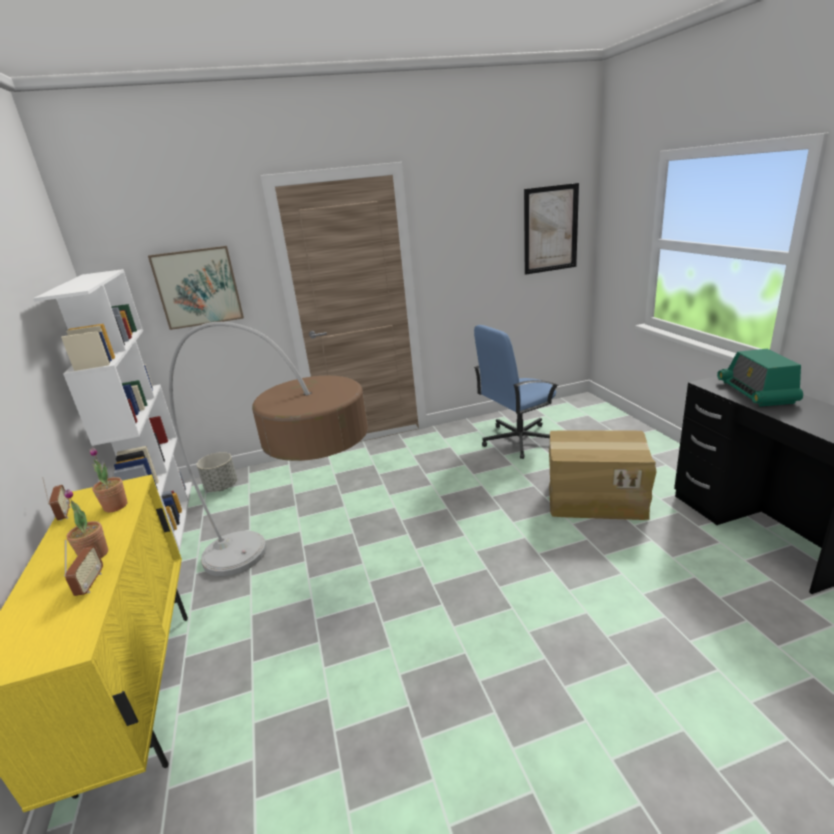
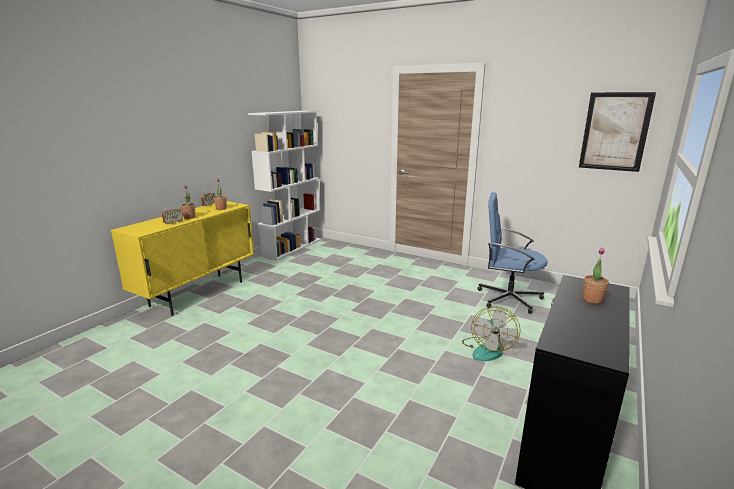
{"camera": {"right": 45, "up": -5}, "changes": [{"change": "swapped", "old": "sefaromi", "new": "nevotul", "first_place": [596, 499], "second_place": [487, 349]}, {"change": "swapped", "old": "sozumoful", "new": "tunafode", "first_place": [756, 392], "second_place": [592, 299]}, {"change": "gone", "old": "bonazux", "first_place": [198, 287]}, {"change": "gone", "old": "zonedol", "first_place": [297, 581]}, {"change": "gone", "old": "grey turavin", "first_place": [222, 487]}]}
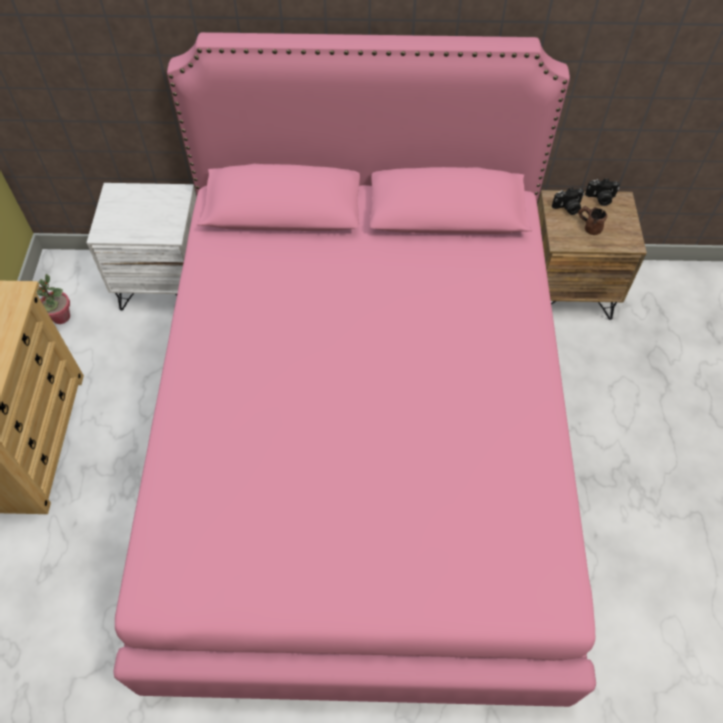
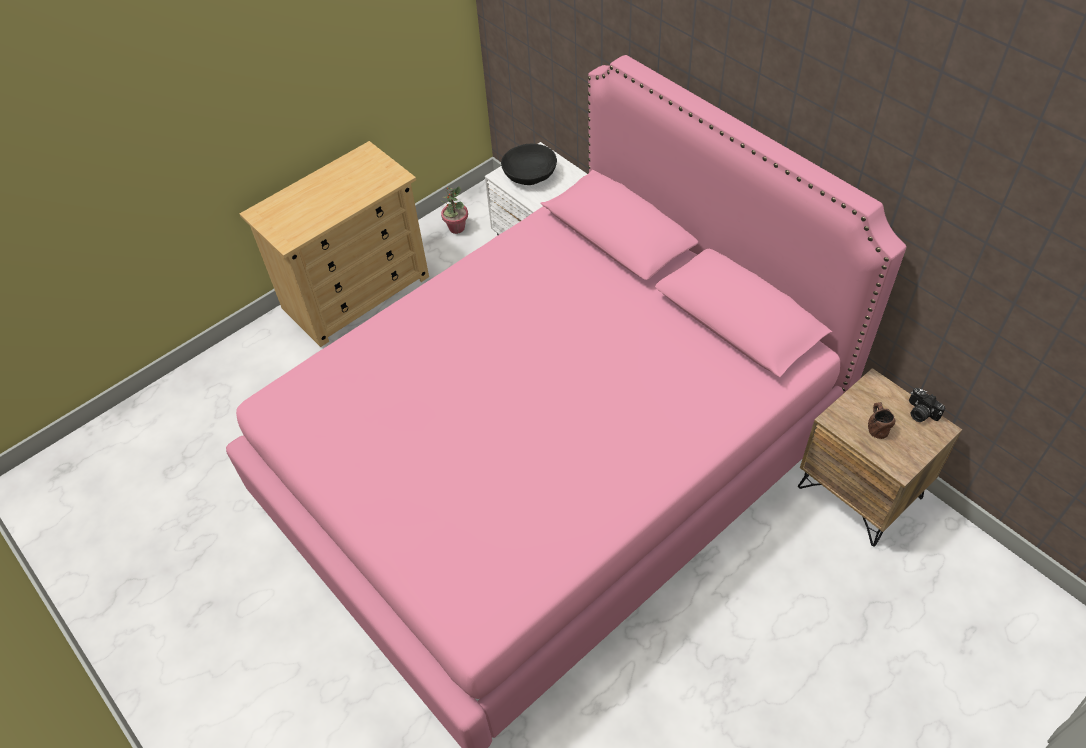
{"camera": {"right": 50, "up": -5}, "changes": [{"change": "new", "new": "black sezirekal", "second_place": [530, 174]}, {"change": "gone", "old": "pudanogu", "first_place": [568, 208]}]}
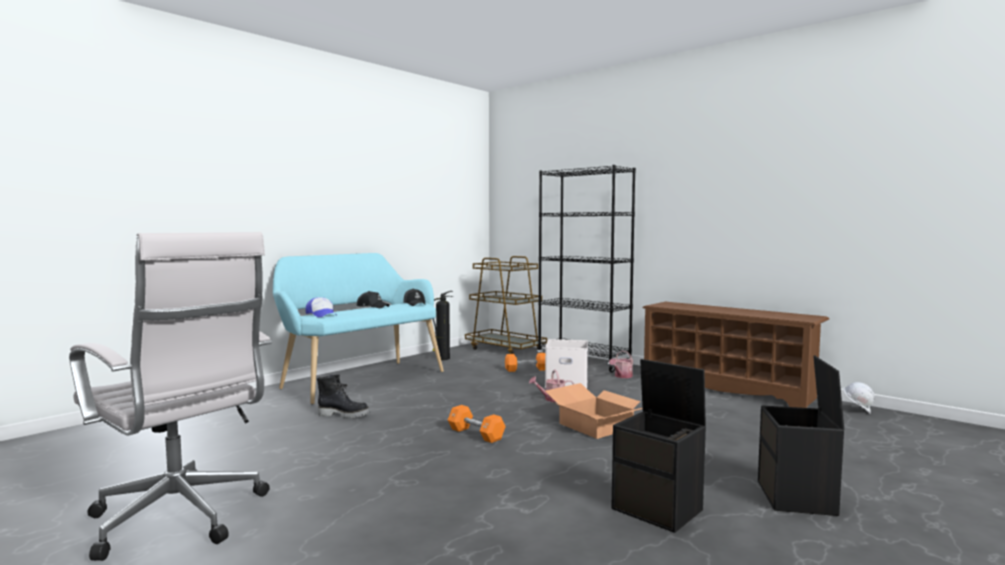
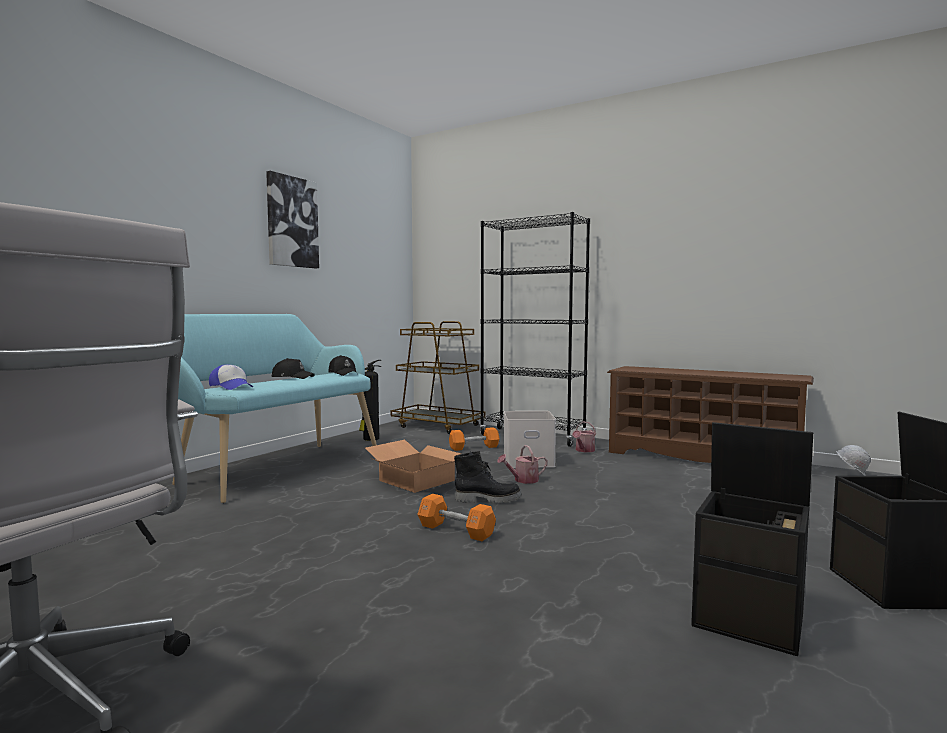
{"camera": {"right": -10, "up": 0}, "changes": [{"change": "new", "new": "bonazux", "second_place": [292, 222]}, {"change": "shifted", "old": "sefaromi", "first_place": [594, 425], "second_place": [415, 480]}, {"change": "shifted", "old": "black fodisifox", "first_place": [344, 415], "second_place": [488, 499]}]}
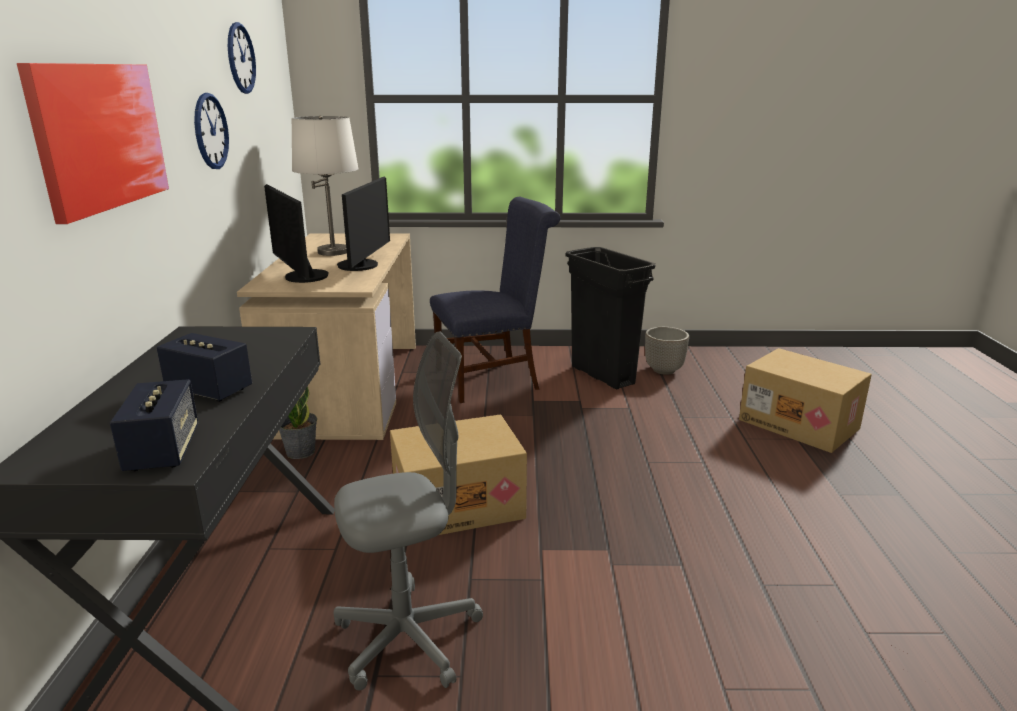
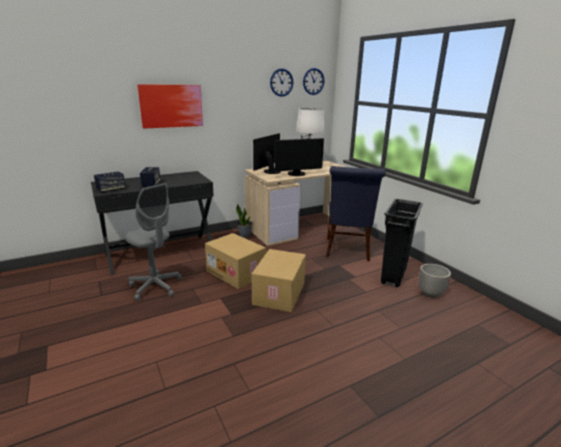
{"camera": {"right": 60, "up": 0}, "changes": [{"change": "shifted", "old": "sefaromi", "first_place": [800, 424], "second_place": [280, 293]}, {"change": "shifted", "old": "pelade", "first_place": [210, 131], "second_place": [313, 81]}, {"change": "rotated", "old": "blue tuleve", "first_place": [493, 378], "second_place": [347, 251], "degrees": 60}]}
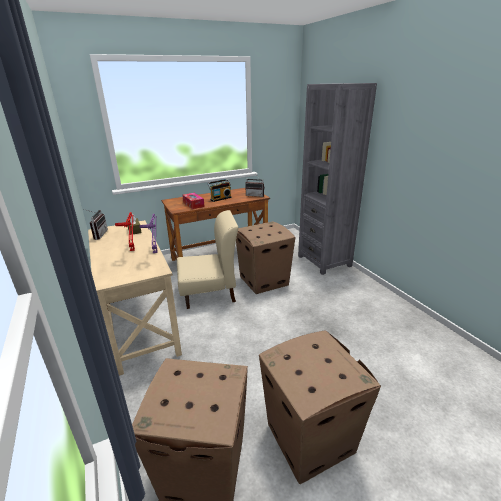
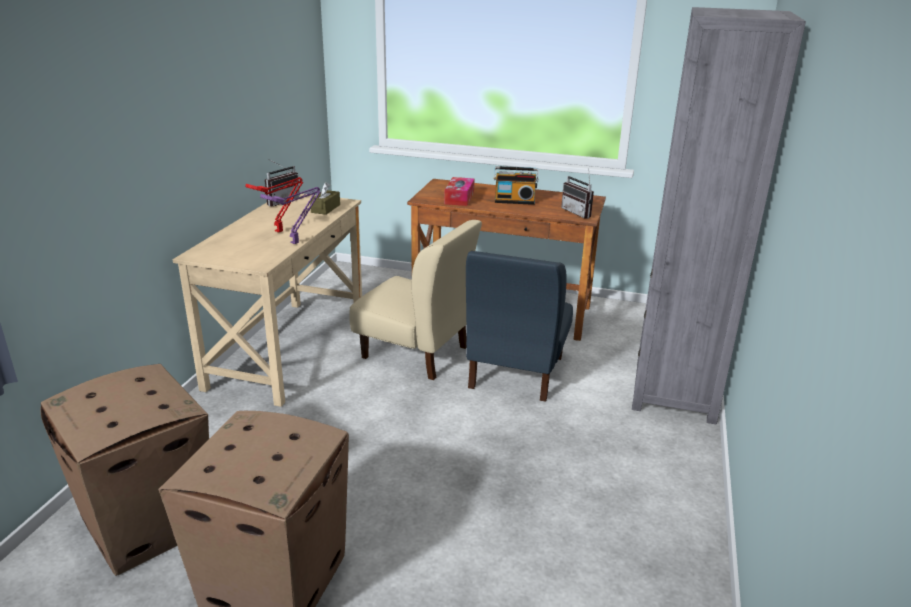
{"camera": {"right": 40, "up": 0}, "changes": [{"change": "swapped", "old": "sefaromi", "new": "blue tuleve", "first_place": [263, 281], "second_place": [515, 372]}]}
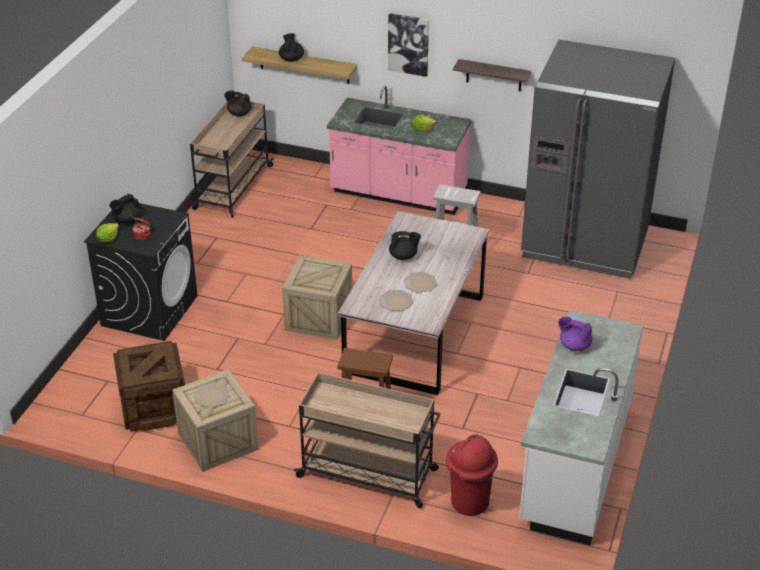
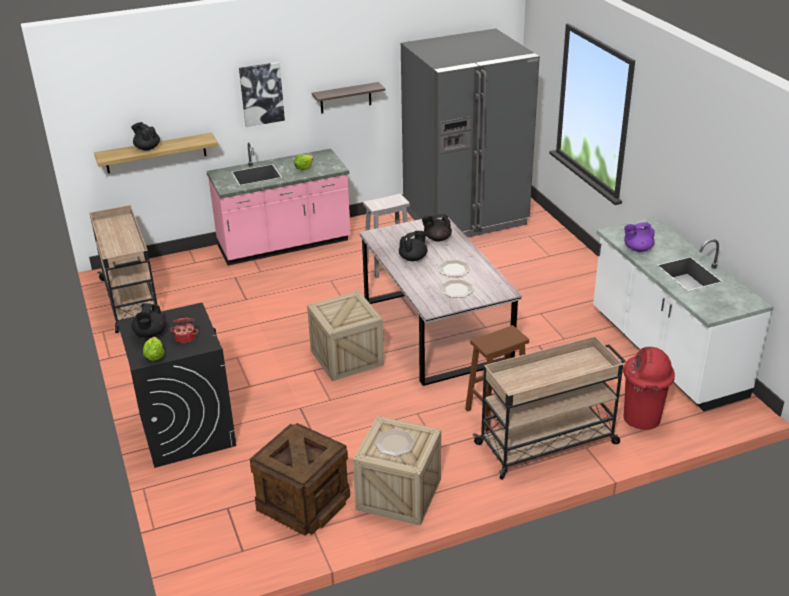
{"camera": {"right": -40, "up": -5}, "changes": [{"change": "shifted", "old": "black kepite", "first_place": [239, 113], "second_place": [437, 238]}]}
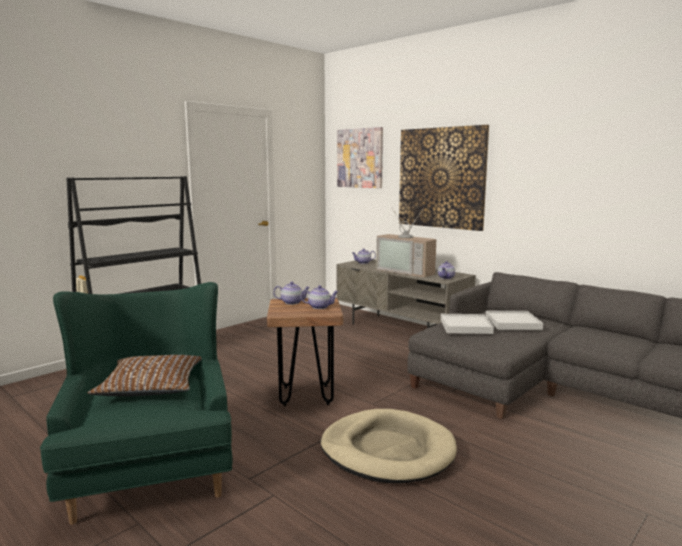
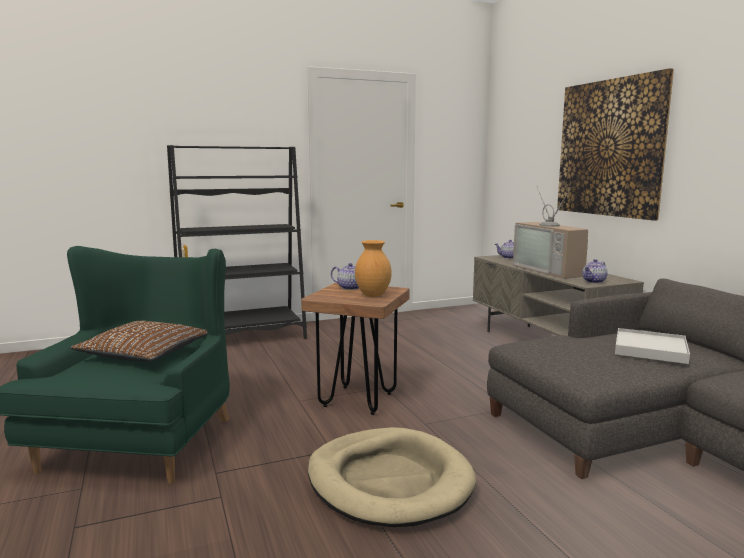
{"camera": {"right": 25, "up": 0}, "changes": [{"change": "swapped", "old": "kepite", "new": "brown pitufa", "first_place": [320, 307], "second_place": [372, 295]}, {"change": "gone", "old": "bonazux", "first_place": [360, 158]}, {"change": "gone", "old": "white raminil", "first_place": [465, 326]}]}
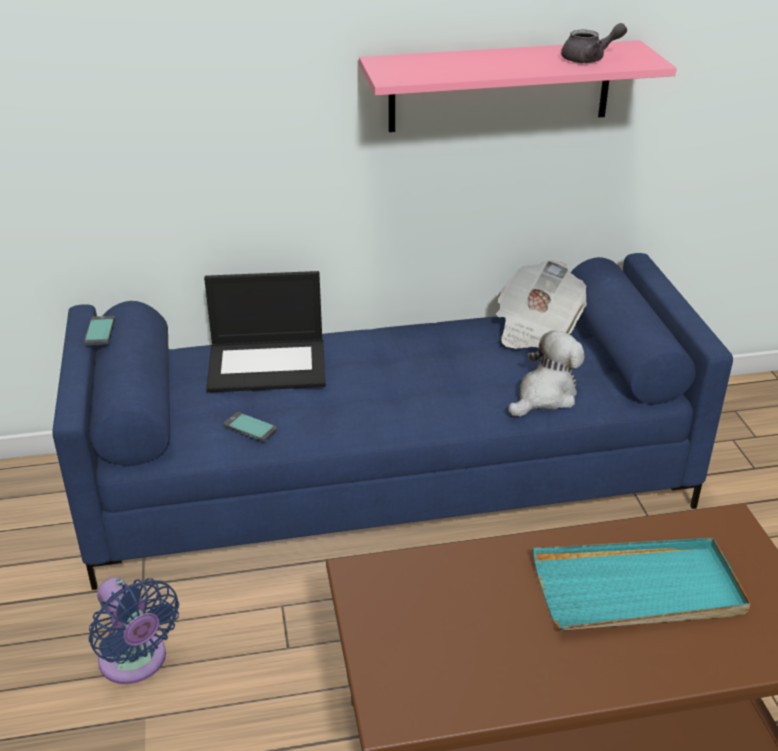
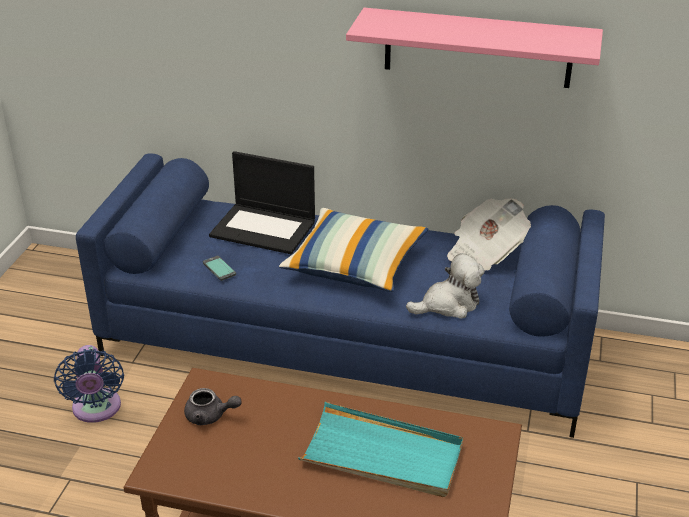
{"camera": {"right": 25, "up": 0}, "changes": [{"change": "shifted", "old": "grey kepite", "first_place": [589, 59], "second_place": [210, 416]}, {"change": "new", "new": "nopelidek", "second_place": [355, 265]}, {"change": "gone", "old": "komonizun", "first_place": [99, 331]}]}
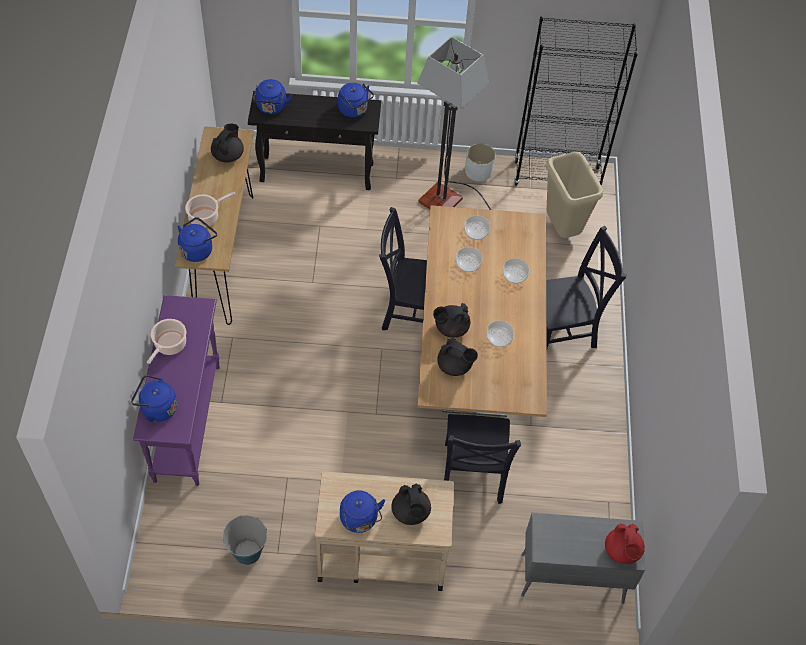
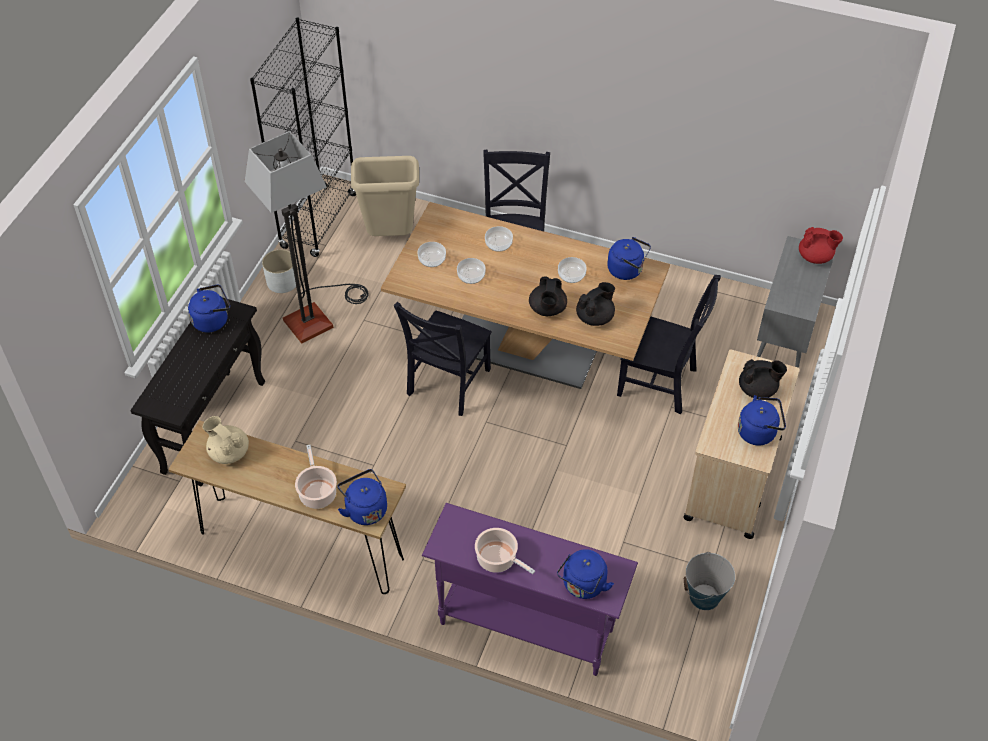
{"camera": {"right": -70, "up": -5}, "changes": [{"change": "repainted", "old": "black kepite", "new": "beige kepite", "first_place": [228, 155], "second_place": [228, 452]}, {"change": "shifted", "old": "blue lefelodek", "first_place": [271, 107], "second_place": [627, 270]}]}
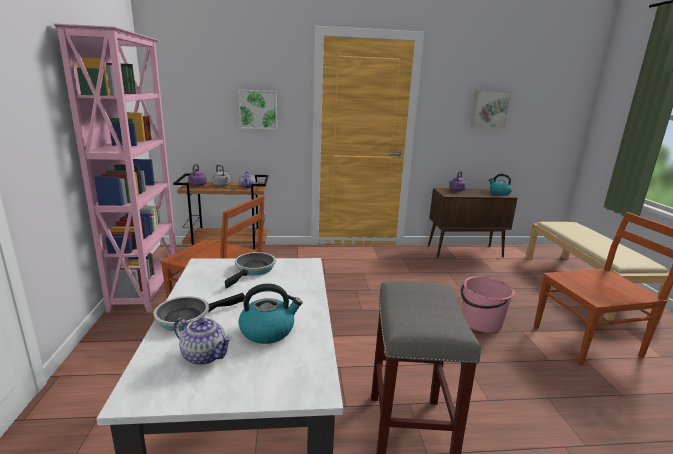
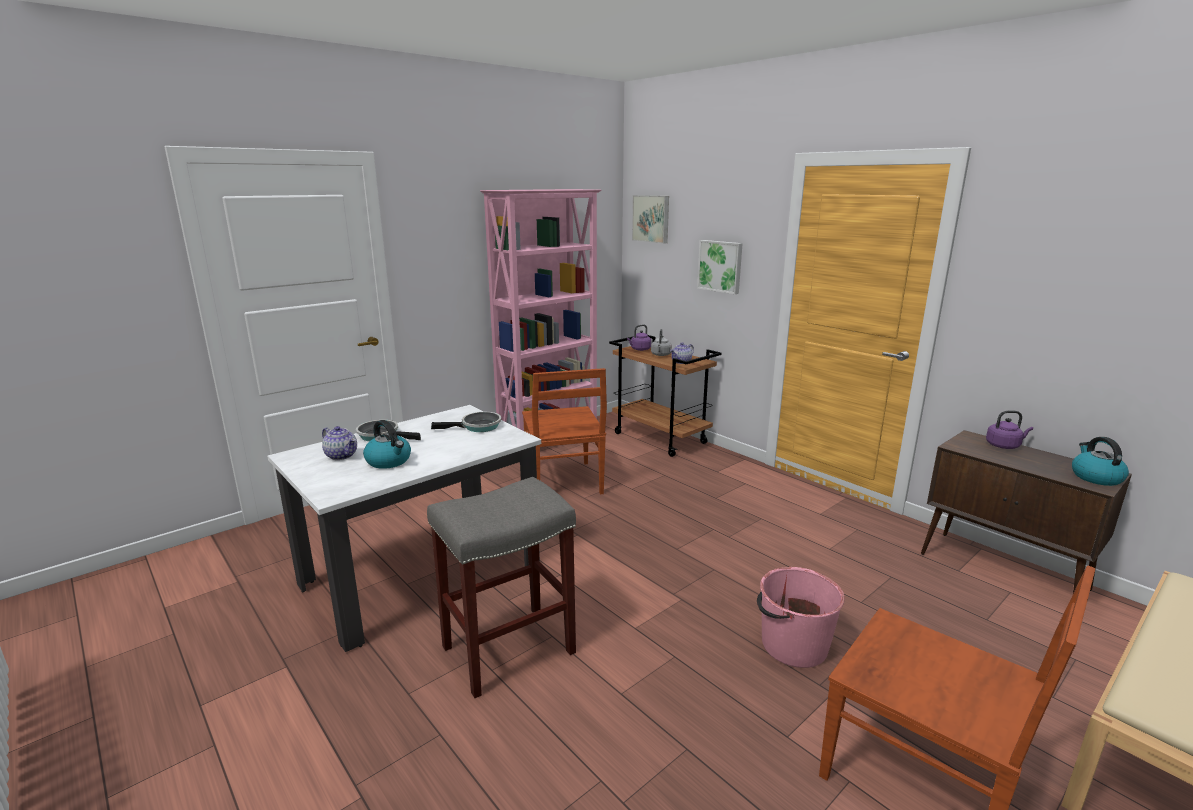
{"camera": {"right": 55, "up": 0}, "changes": [{"change": "rotated", "old": "kepite", "first_place": [205, 355], "second_place": [342, 455], "degrees": -45}, {"change": "shifted", "old": "bonazux", "first_place": [489, 109], "second_place": [651, 218]}]}
